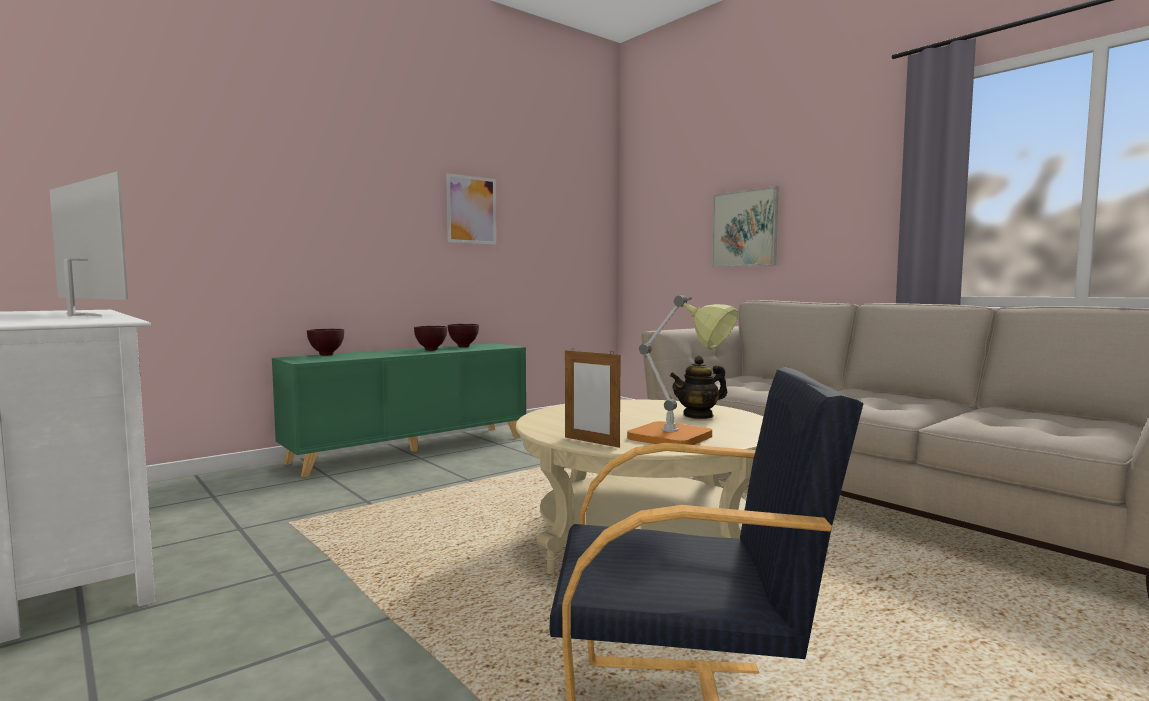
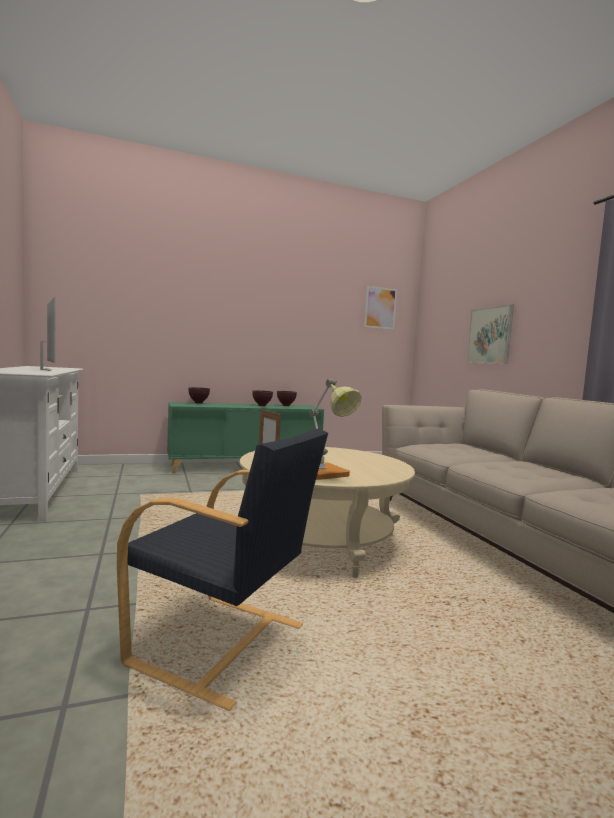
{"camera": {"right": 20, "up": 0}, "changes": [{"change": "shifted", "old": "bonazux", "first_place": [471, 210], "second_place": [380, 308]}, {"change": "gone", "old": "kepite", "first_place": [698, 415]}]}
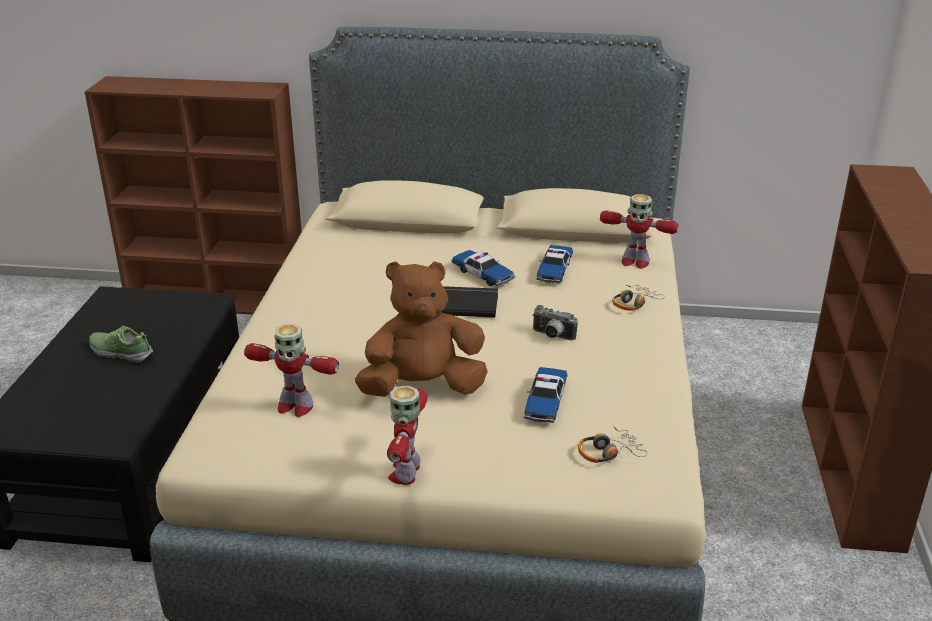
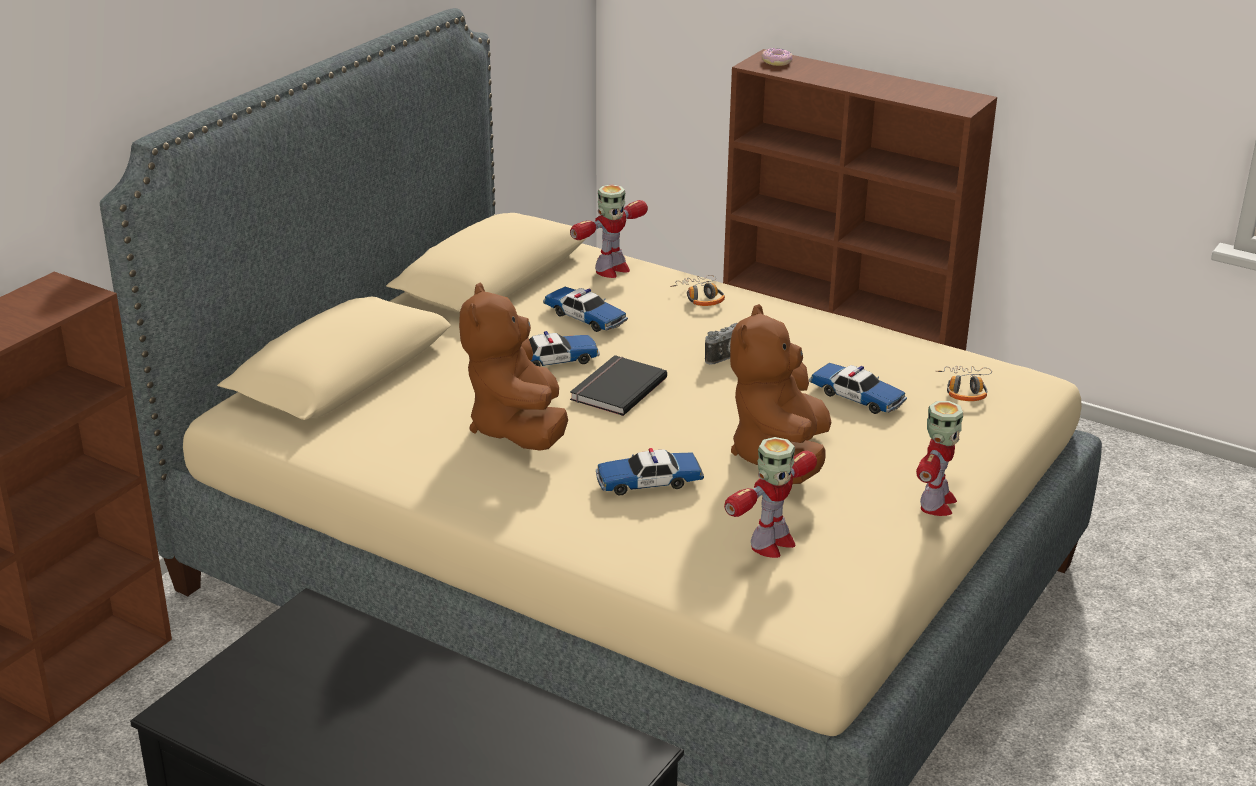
{"camera": {"right": -65, "up": 0}, "changes": [{"change": "new", "new": "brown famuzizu", "second_place": [518, 429]}, {"change": "new", "new": "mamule", "second_place": [648, 482]}, {"change": "new", "new": "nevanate", "second_place": [777, 62]}, {"change": "rotated", "old": "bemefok", "first_place": [406, 472], "second_place": [936, 504], "degrees": -105}, {"change": "gone", "old": "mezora", "first_place": [121, 352]}]}
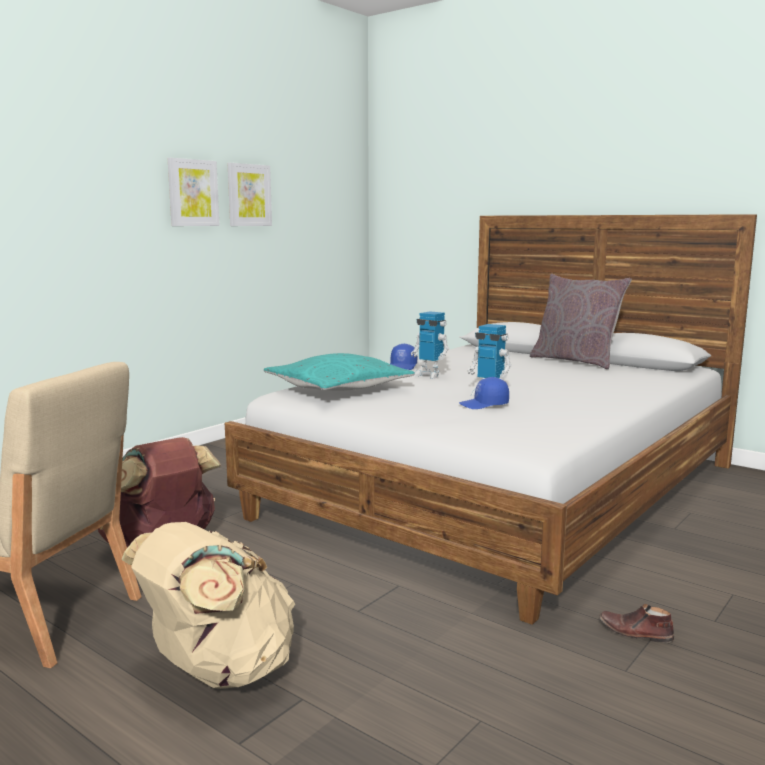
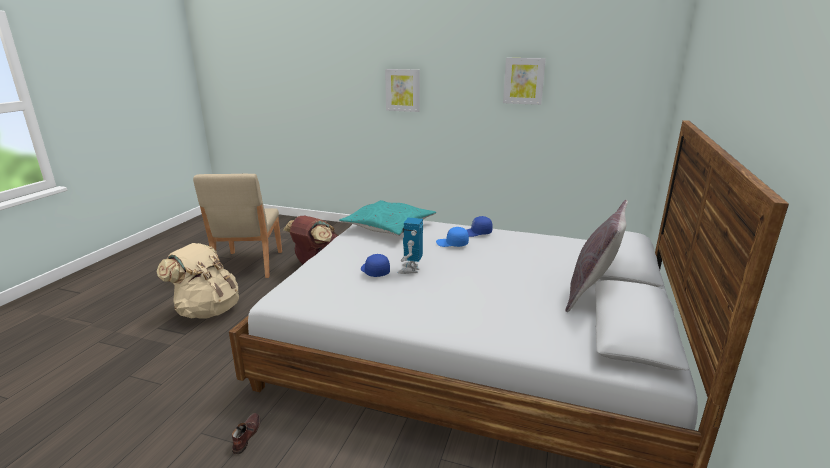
{"camera": {"right": 70, "up": 10}, "changes": [{"change": "shifted", "old": "bonazux", "first_place": [192, 193], "second_place": [402, 90]}, {"change": "swapped", "old": "bemefok", "new": "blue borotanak", "first_place": [429, 375], "second_place": [452, 244]}]}
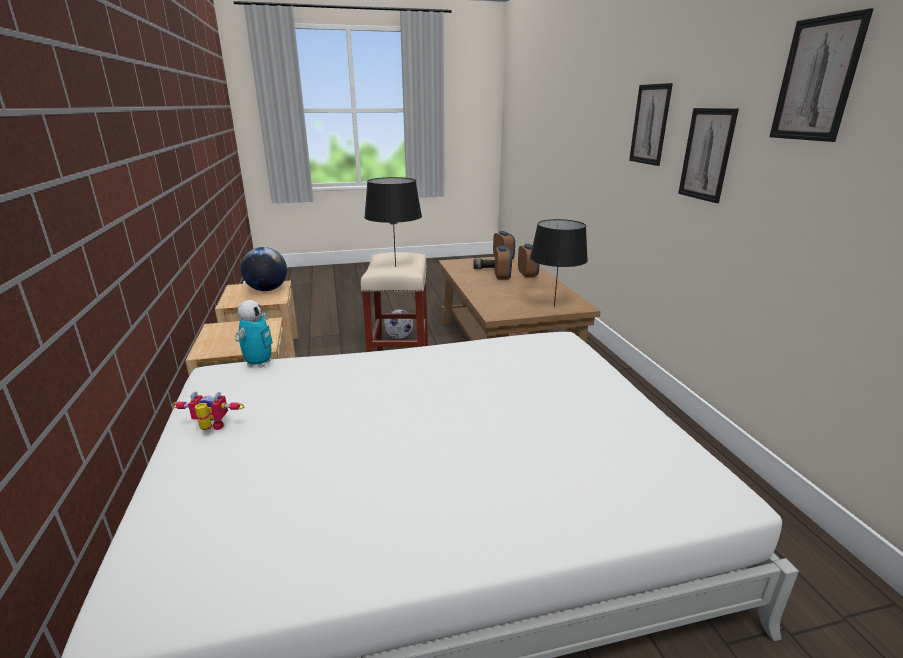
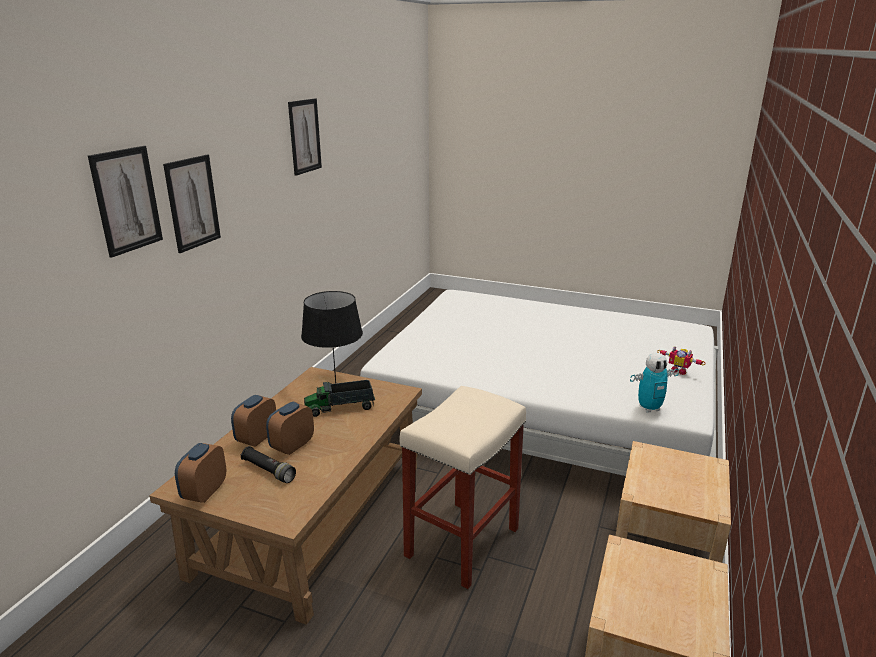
{"camera": {"right": -145, "up": 0}, "changes": [{"change": "shifted", "old": "bonazux", "first_place": [707, 154], "second_place": [126, 200]}, {"change": "new", "new": "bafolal", "second_place": [340, 408]}, {"change": "rotated", "old": "bemefok", "first_place": [259, 364], "second_place": [649, 408], "degrees": -150}, {"change": "gone", "old": "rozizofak", "first_place": [267, 290]}, {"change": "gone", "old": "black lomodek", "first_place": [395, 266]}, {"change": "gone", "old": "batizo", "first_place": [399, 337]}]}
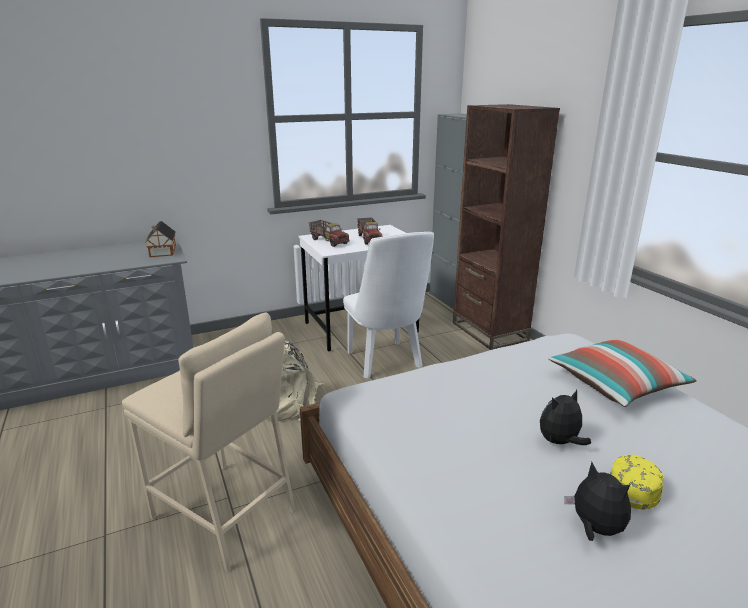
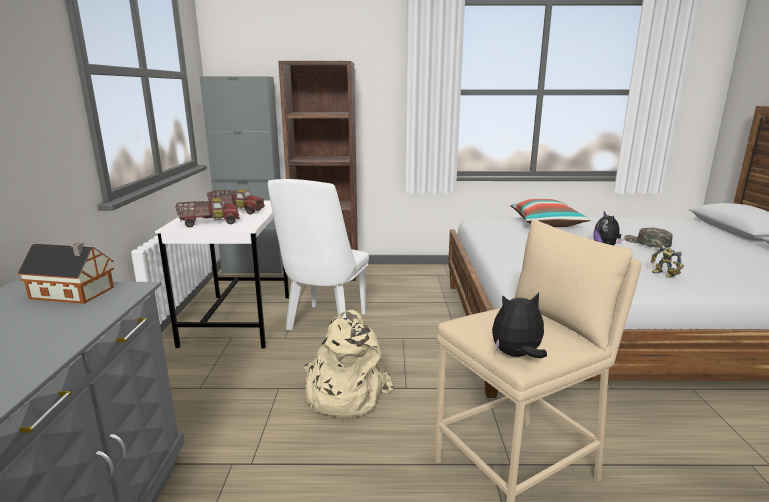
{"camera": {"right": -65, "up": -5}, "changes": [{"change": "rotated", "old": "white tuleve", "first_place": [386, 363], "second_place": [325, 324], "degrees": 105}, {"change": "shifted", "old": "famuzizu", "first_place": [594, 528], "second_place": [517, 356]}, {"change": "repainted", "old": "yellow borotanak", "new": "green borotanak", "first_place": [633, 482], "second_place": [646, 242]}, {"change": "new", "new": "bemefok", "second_place": [663, 274]}]}
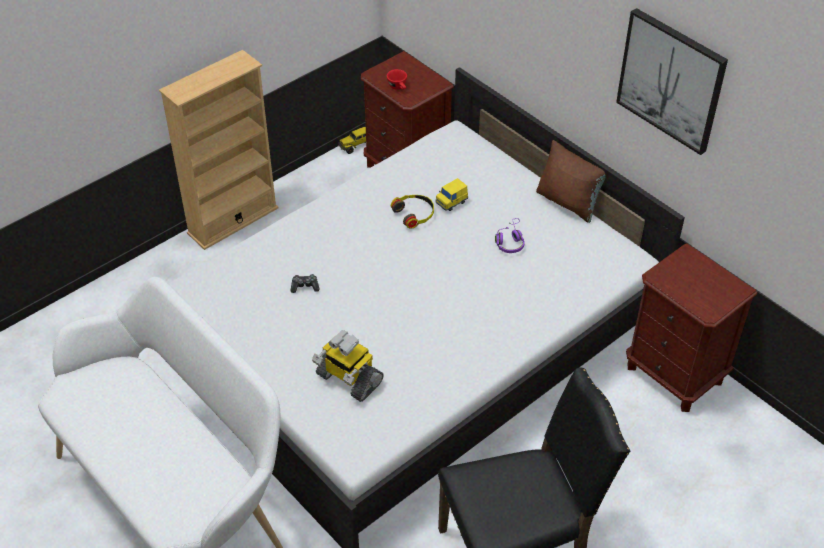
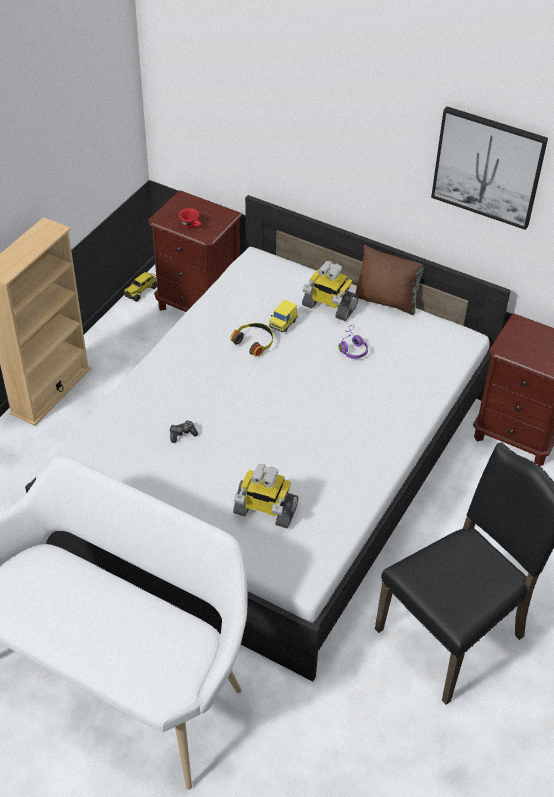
{"camera": {"right": -20, "up": 0}, "changes": [{"change": "new", "new": "bemefok", "second_place": [328, 306]}]}
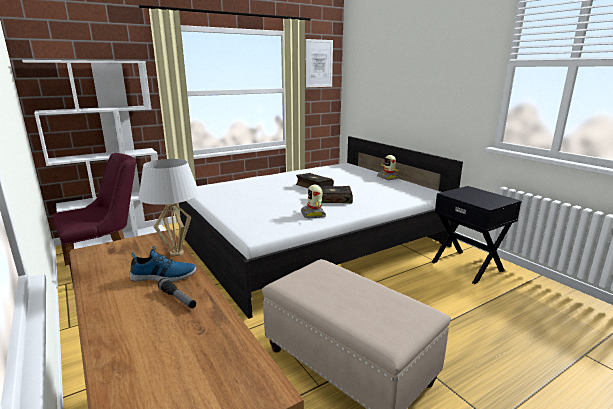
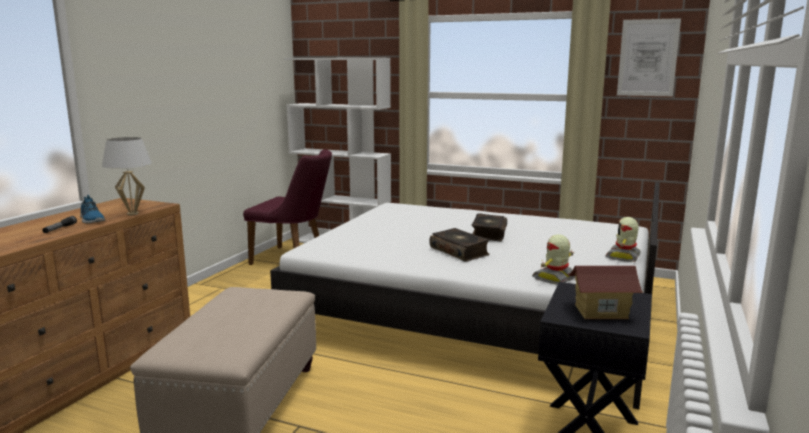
{"camera": {"right": 55, "up": -5}, "changes": [{"change": "shifted", "old": "bemefok", "first_place": [314, 214], "second_place": [555, 278]}, {"change": "new", "new": "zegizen", "second_place": [601, 312]}]}
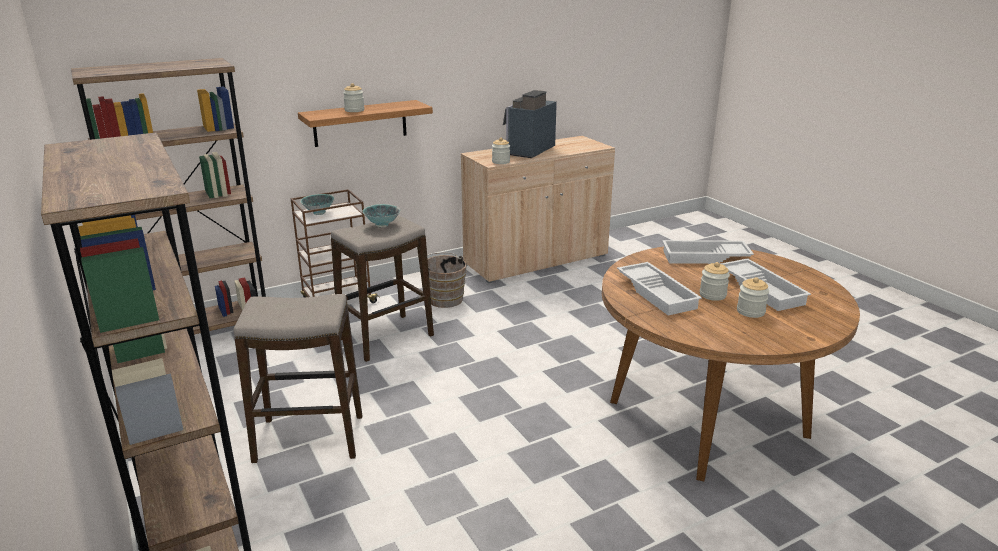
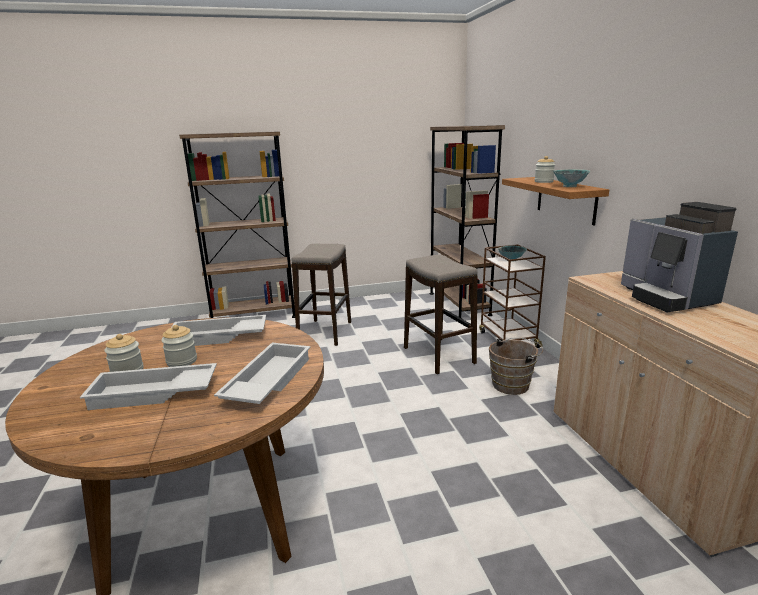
{"camera": {"right": 105, "up": -5}, "changes": [{"change": "shifted", "old": "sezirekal", "first_place": [382, 225], "second_place": [569, 186]}, {"change": "rotated", "old": "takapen", "first_place": [526, 151], "second_place": [666, 298], "degrees": -150}, {"change": "gone", "old": "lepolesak", "first_place": [501, 162]}]}
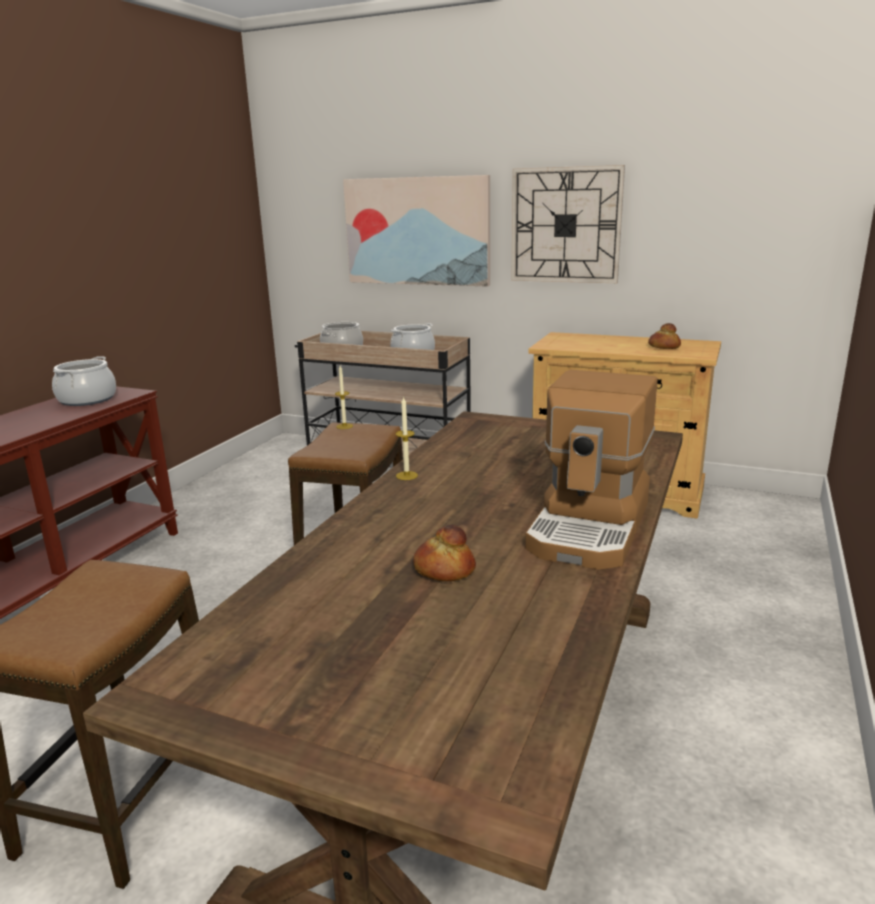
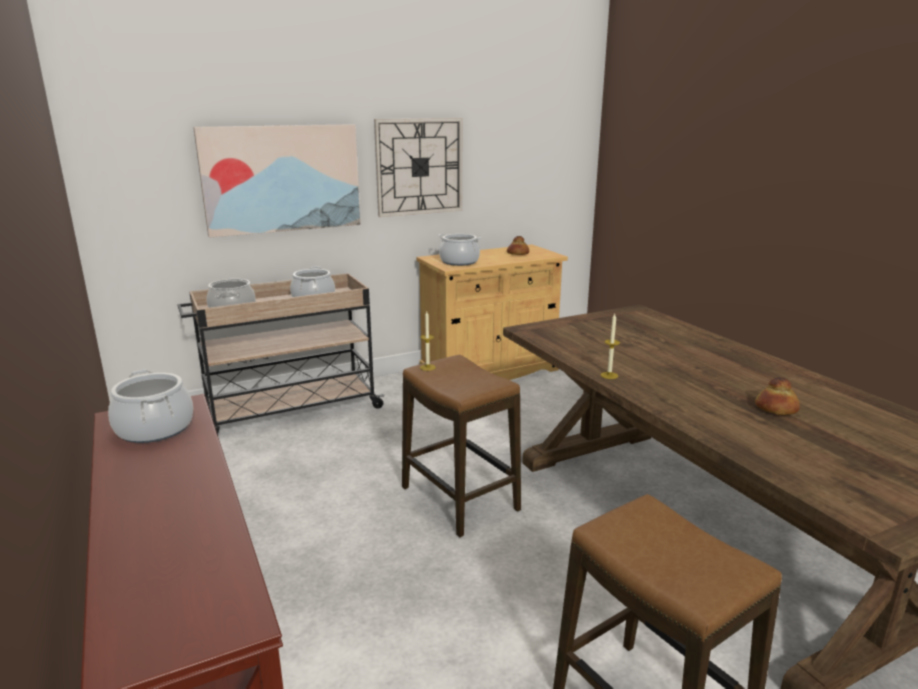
{"camera": {"right": -50, "up": 0}, "changes": [{"change": "new", "new": "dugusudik", "second_place": [459, 262]}, {"change": "gone", "old": "takapen", "first_place": [591, 527]}]}
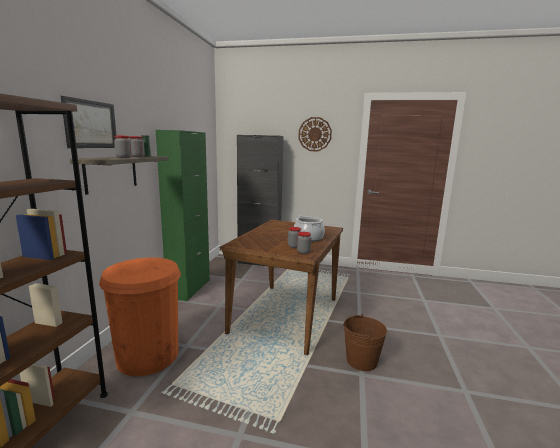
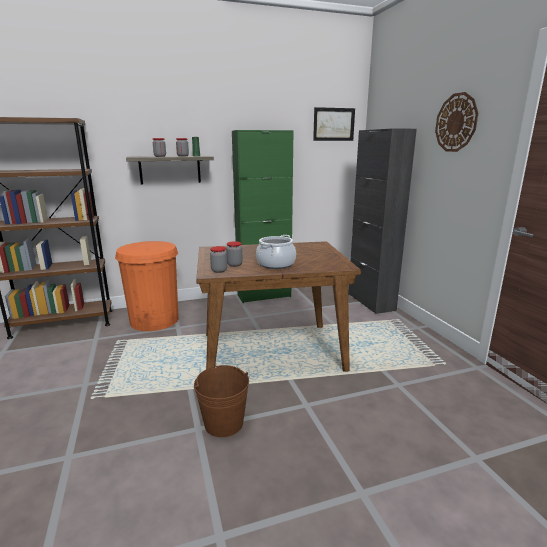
{"camera": {"right": 60, "up": 5}, "changes": [{"change": "shifted", "old": "bonazux", "first_place": [91, 124], "second_place": [334, 124]}]}
